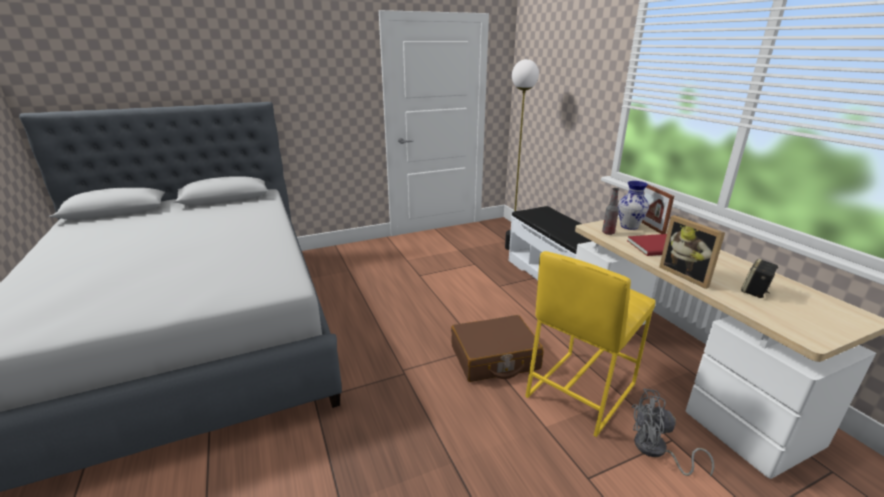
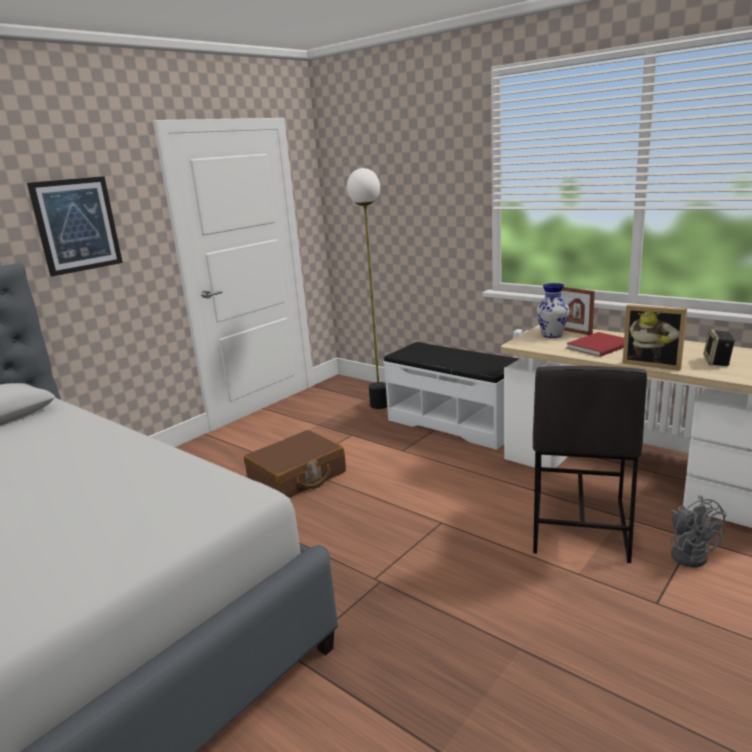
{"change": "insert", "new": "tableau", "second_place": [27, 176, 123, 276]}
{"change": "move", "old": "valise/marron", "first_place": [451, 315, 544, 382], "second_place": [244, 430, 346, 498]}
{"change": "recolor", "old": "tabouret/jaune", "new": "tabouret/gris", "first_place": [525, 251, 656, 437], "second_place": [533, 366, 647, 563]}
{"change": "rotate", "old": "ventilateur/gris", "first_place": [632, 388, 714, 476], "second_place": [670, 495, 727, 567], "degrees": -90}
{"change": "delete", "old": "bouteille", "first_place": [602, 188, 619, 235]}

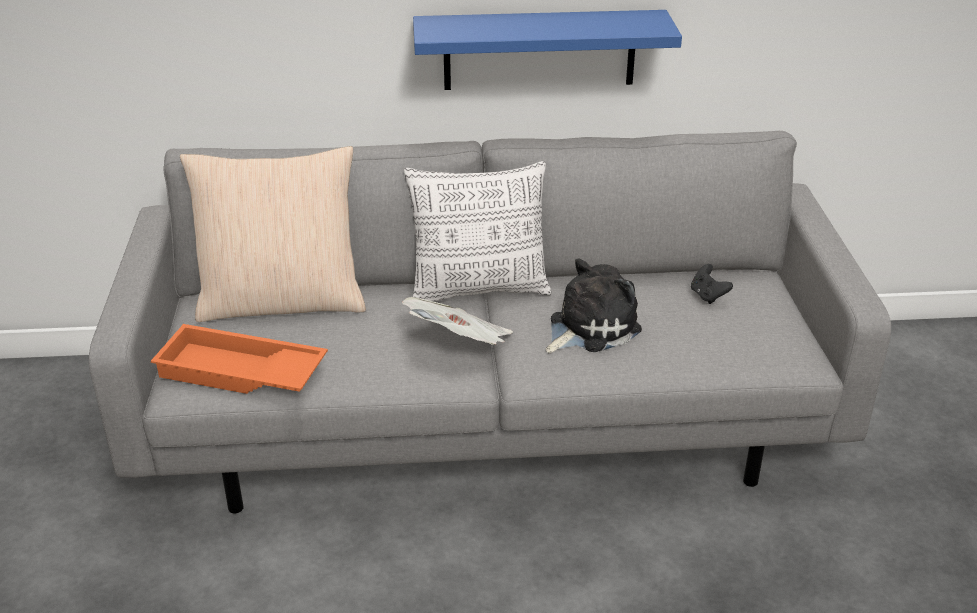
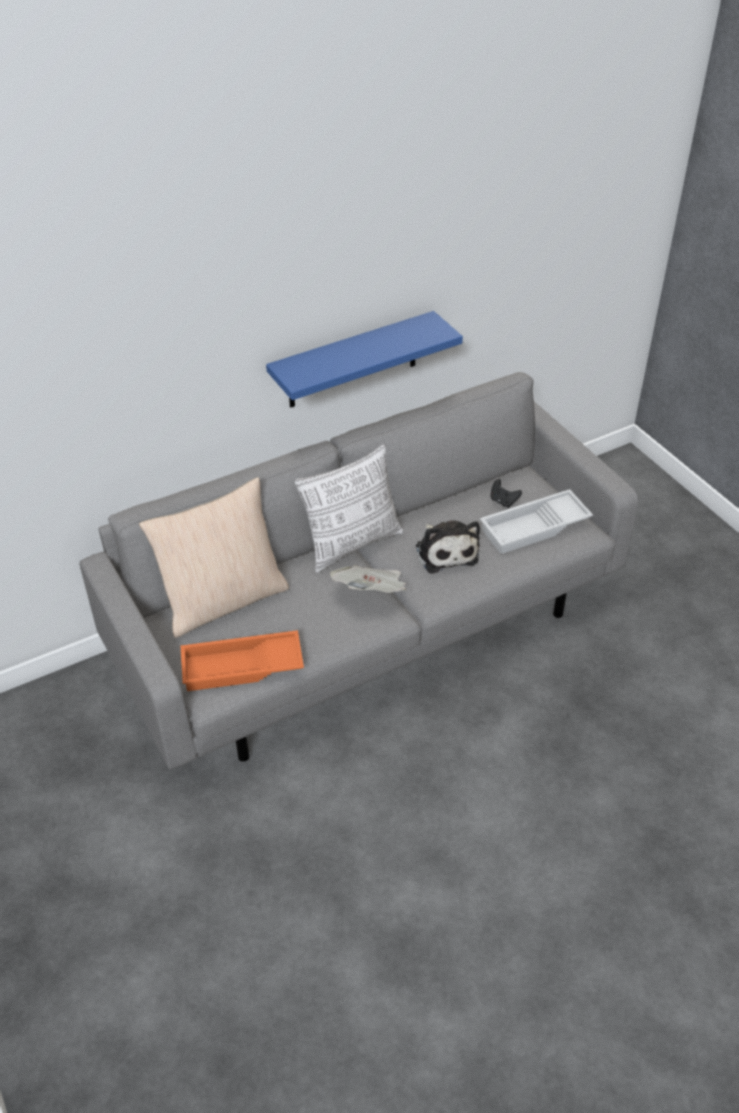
{"change": "rotate", "old": "peluche", "first_place": [546, 258, 642, 353], "second_place": [416, 520, 480, 573], "degrees": 135}
{"change": "insert", "new": "plateau/blanc", "second_place": [480, 489, 593, 554]}

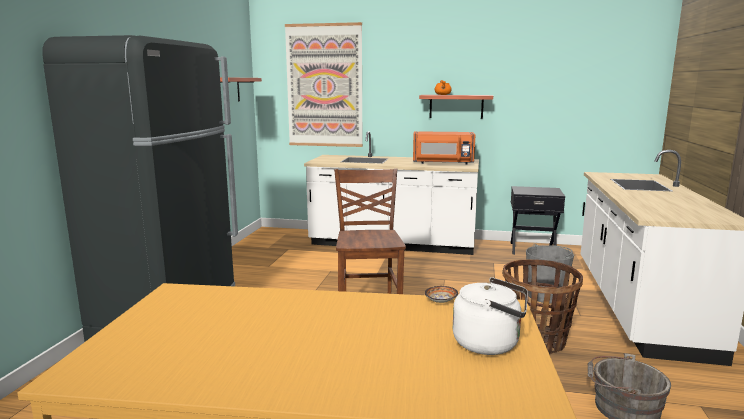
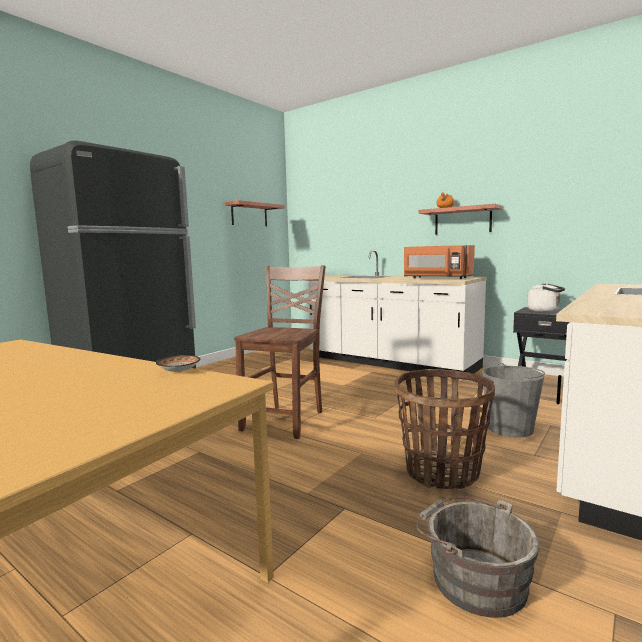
{"change": "move", "old": "bouilloire/blanc", "first_place": [453, 277, 528, 355], "second_place": [527, 283, 565, 312]}
{"change": "delete", "old": "tableau", "first_place": [285, 22, 363, 147]}

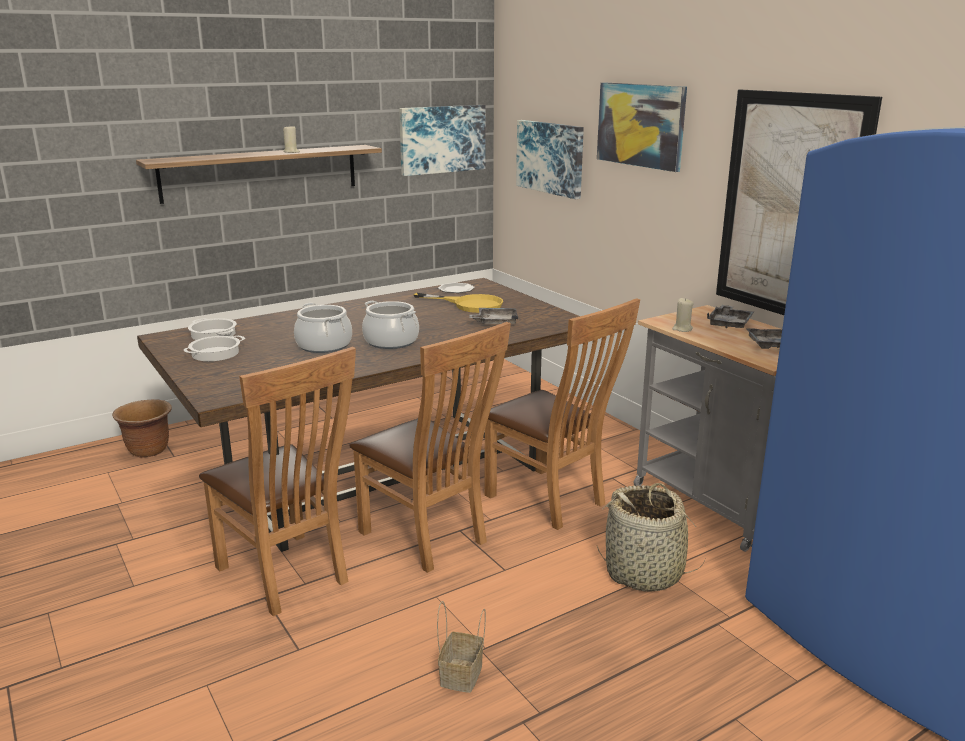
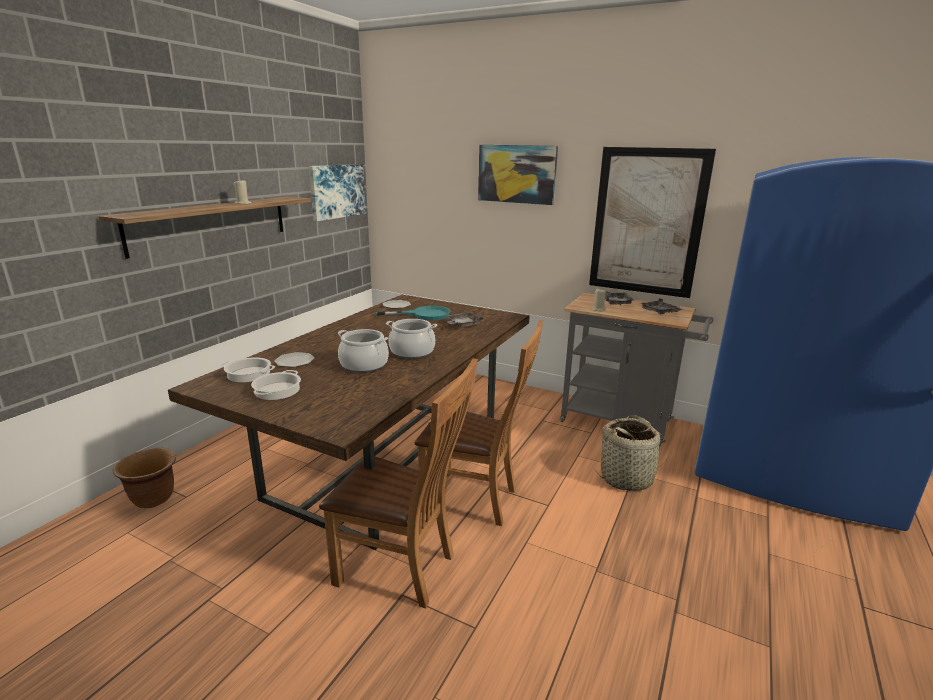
{"change": "insert", "new": "assiette", "second_place": [274, 352, 315, 367]}
{"change": "recolor", "old": "poêle/jaune", "new": "poêle/turquoise", "first_place": [414, 293, 503, 313], "second_place": [376, 306, 450, 320]}
{"change": "delete", "old": "panier", "first_place": [437, 601, 486, 693]}
{"change": "delete", "old": "chaise/marron", "first_place": [485, 298, 640, 530]}
{"change": "delete", "old": "tableau", "first_place": [516, 120, 584, 199]}

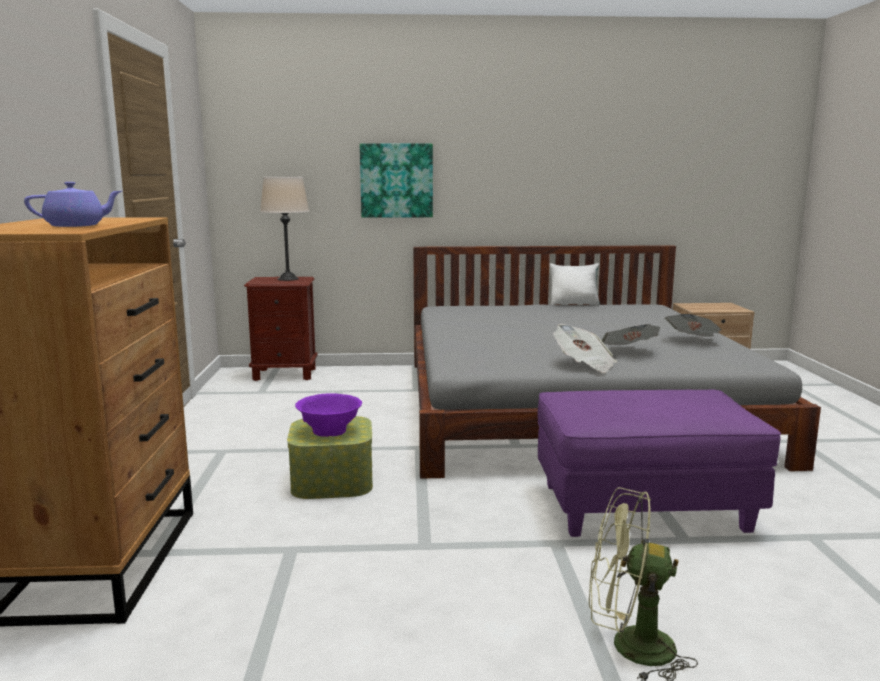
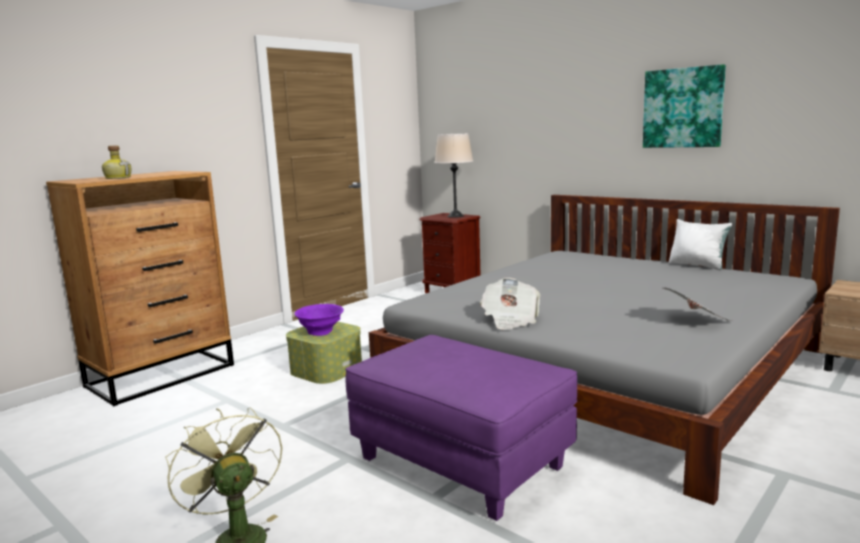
{"change": "replace", "old": "théière/violet", "new": "bouteille", "first_place": [24, 182, 122, 227], "second_place": [102, 145, 131, 179]}
{"change": "move", "old": "tableau", "first_place": [360, 143, 433, 218], "second_place": [643, 64, 726, 148]}
{"change": "delete", "old": "journal", "first_place": [601, 324, 660, 345]}

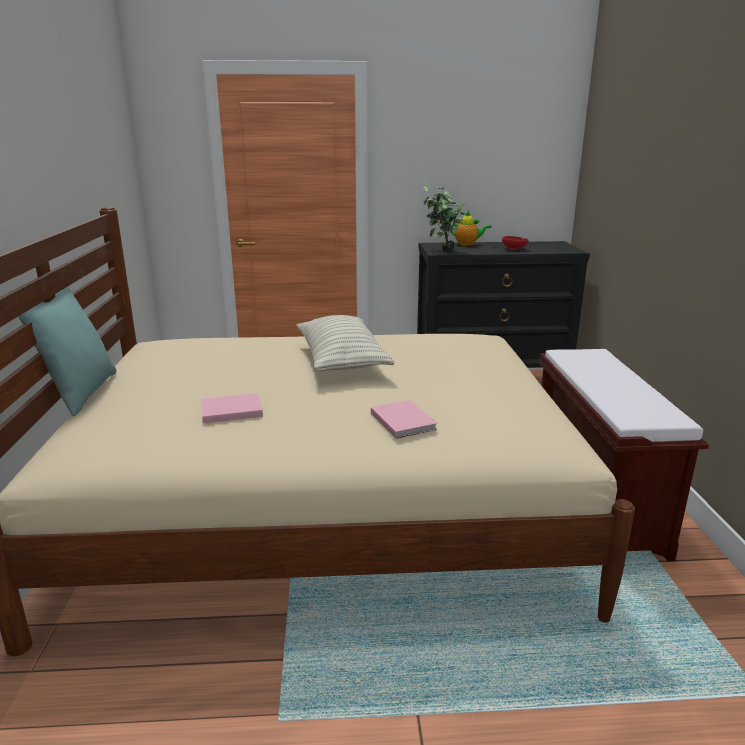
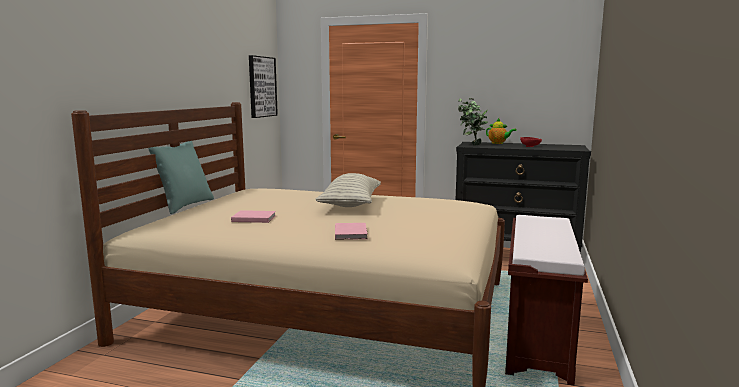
{"change": "insert", "new": "tableau", "second_place": [249, 55, 278, 118]}

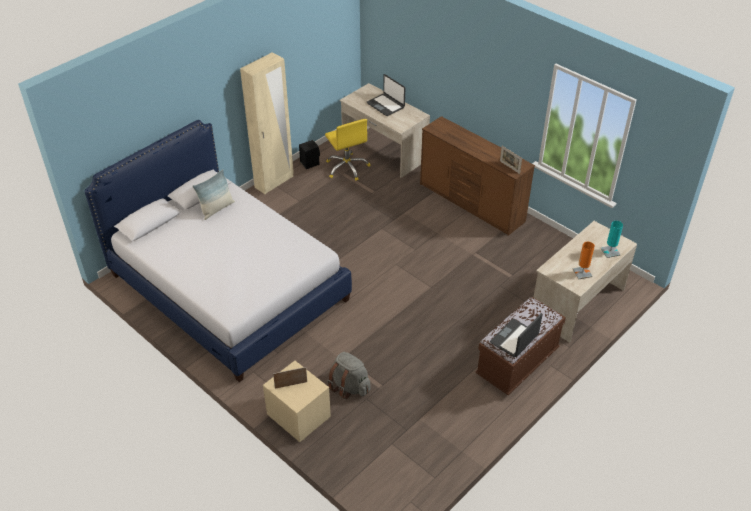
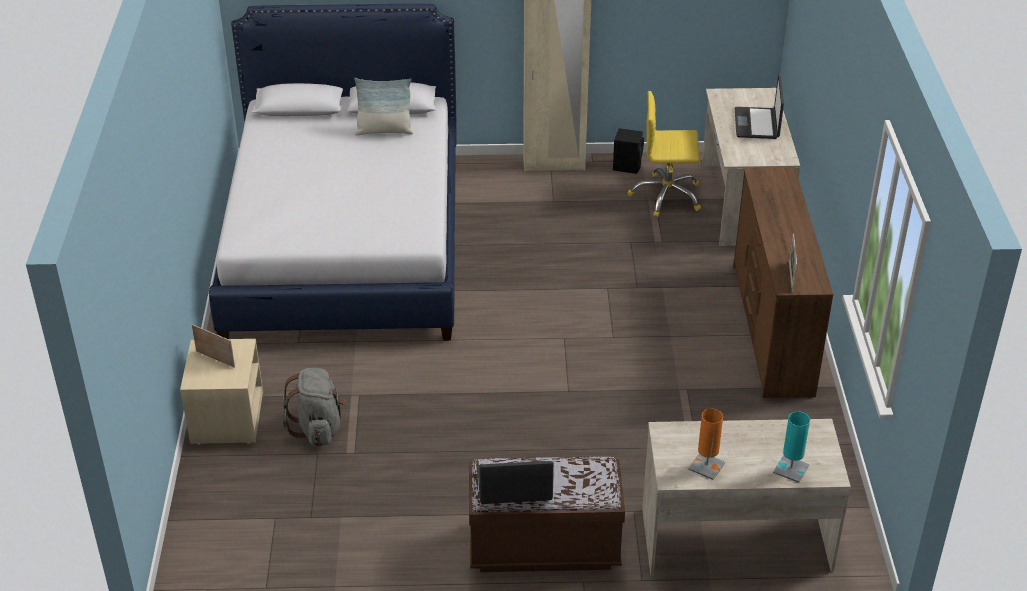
{"change": "rotate", "old": "chaise de bureau/jaune", "first_place": [325, 119, 370, 181], "second_place": [628, 91, 701, 217], "degrees": 75}

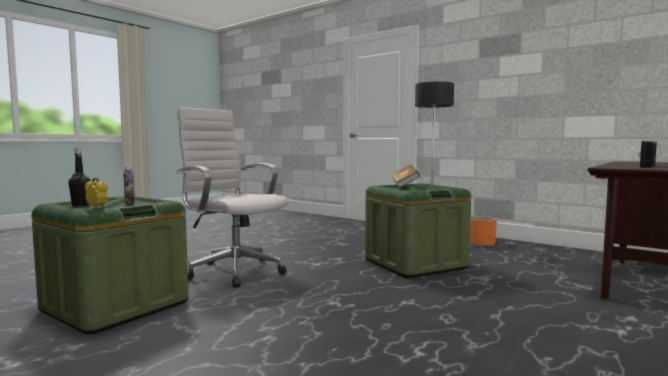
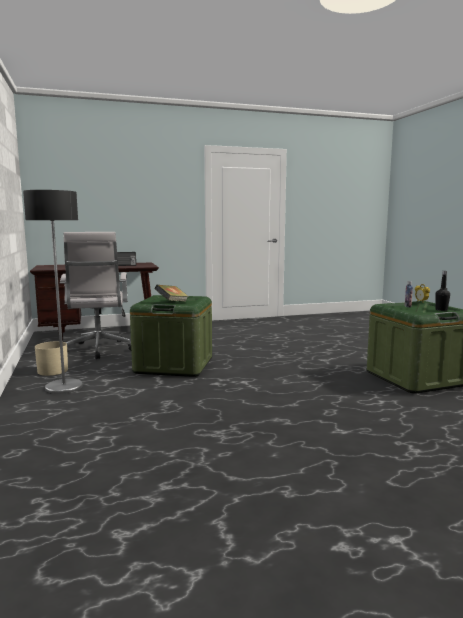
{"change": "recolor", "old": "cache-pot/orange", "new": "cache-pot/beige", "first_place": [470, 216, 497, 246], "second_place": [35, 341, 68, 376]}
{"change": "move", "old": "chaise de bureau/blanc", "first_place": [176, 107, 288, 288], "second_place": [60, 232, 131, 359]}

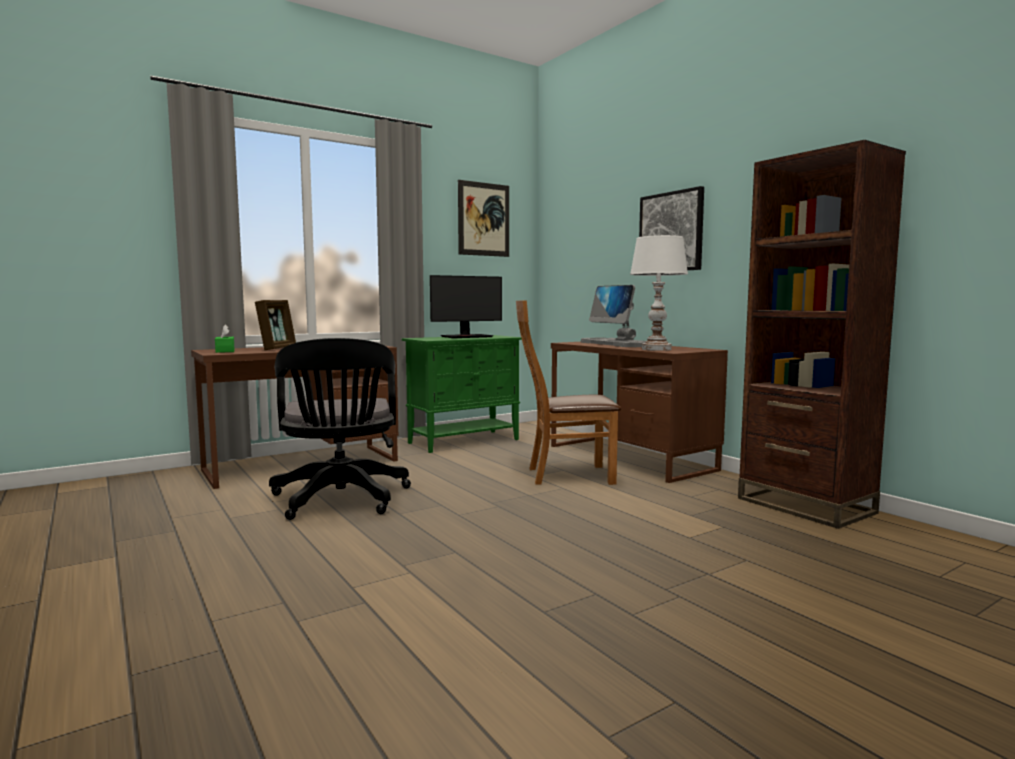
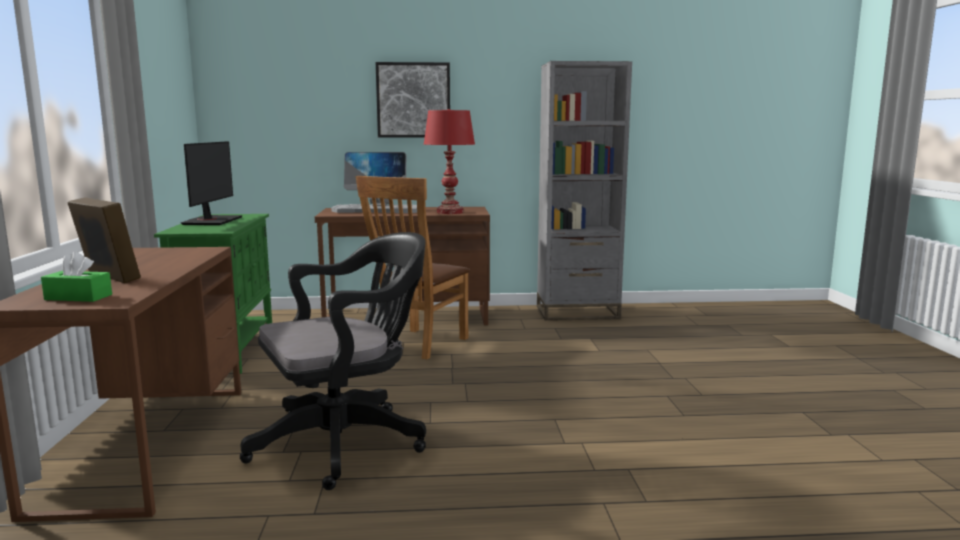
{"change": "rotate", "old": "chaise de bureau/noir", "first_place": [269, 338, 411, 520], "second_place": [240, 232, 426, 490], "degrees": -45}
{"change": "recolor", "old": "lampe de table/blanc", "new": "lampe de table/rouge", "first_place": [630, 235, 688, 351], "second_place": [424, 109, 475, 214]}
{"change": "recolor", "old": "bibliothèque/marron", "new": "bibliothèque/gris", "first_place": [738, 140, 906, 529], "second_place": [537, 61, 632, 321]}
{"change": "delete", "old": "tableau", "first_place": [458, 180, 509, 257]}

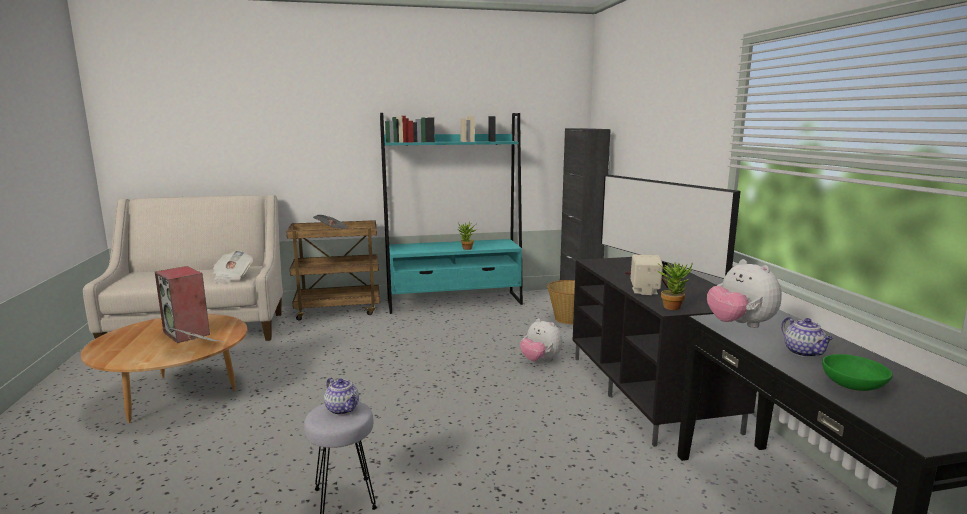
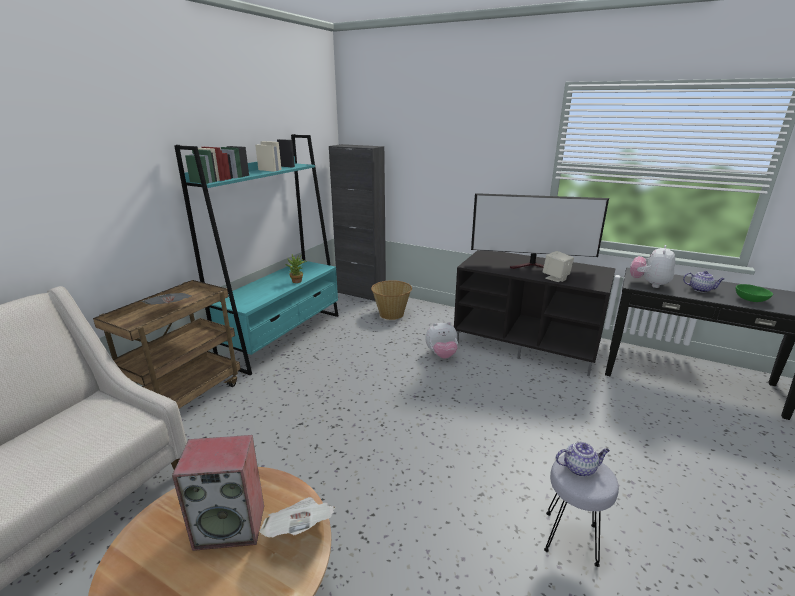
{"change": "rotate", "old": "peluche", "first_place": [707, 259, 782, 328], "second_place": [630, 245, 675, 288], "degrees": 105}
{"change": "delete", "old": "journal", "first_place": [212, 251, 253, 283]}
{"change": "delete", "old": "plante en pot", "first_place": [657, 262, 693, 310]}

